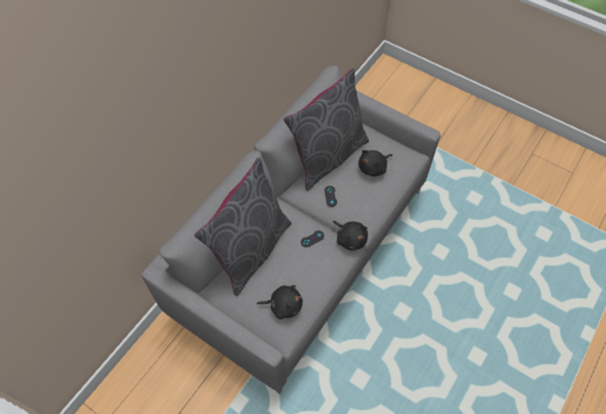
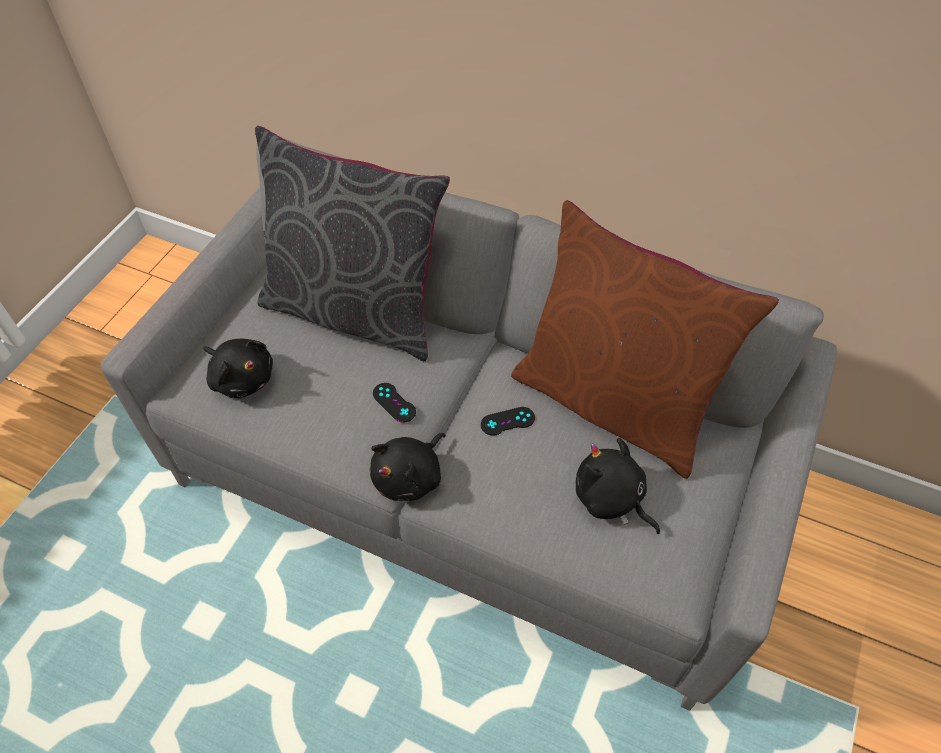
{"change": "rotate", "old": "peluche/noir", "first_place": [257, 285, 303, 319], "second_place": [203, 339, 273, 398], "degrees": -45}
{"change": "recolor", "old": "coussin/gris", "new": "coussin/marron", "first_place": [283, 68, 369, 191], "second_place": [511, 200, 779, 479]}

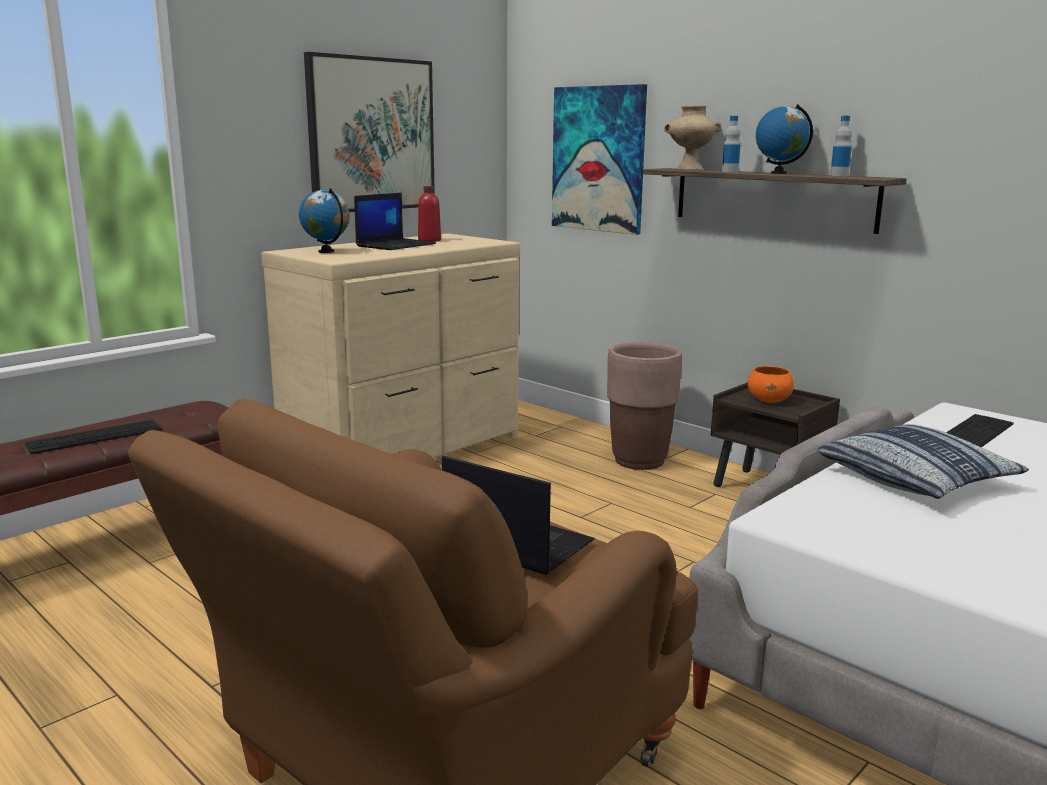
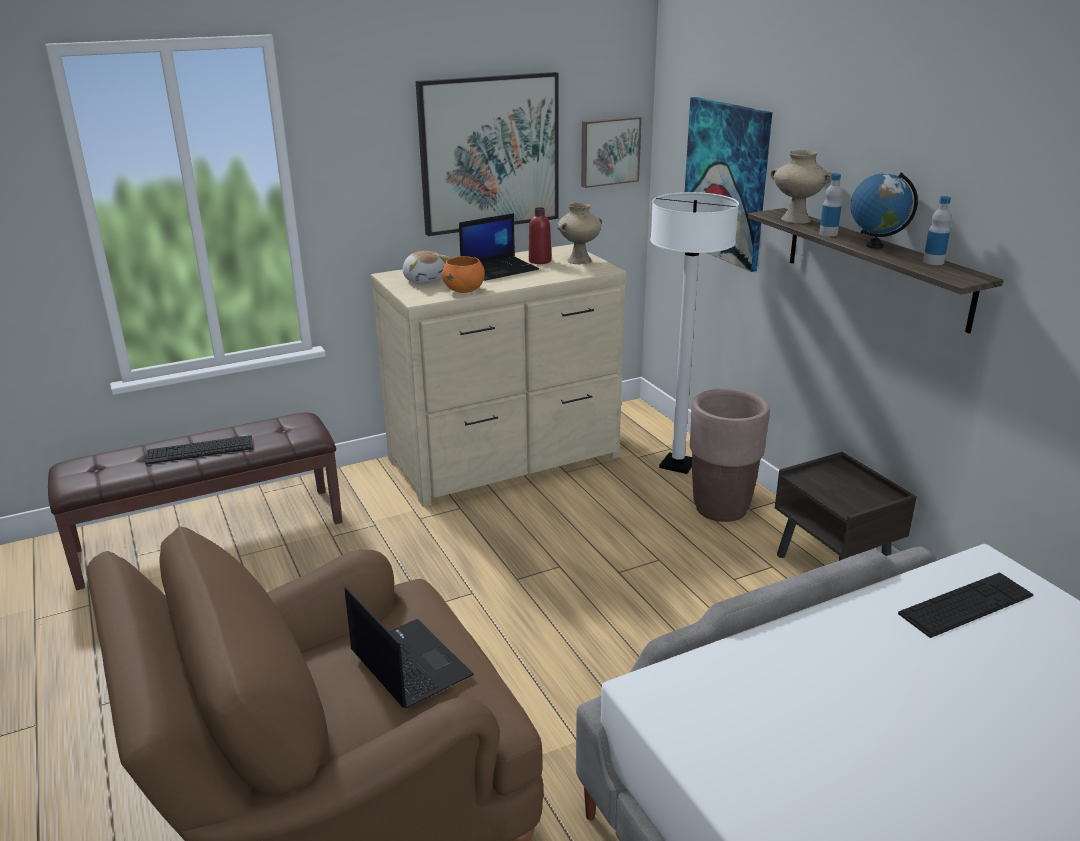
{"change": "replace", "old": "globe", "new": "peluche", "first_place": [299, 188, 349, 253], "second_place": [403, 251, 450, 284]}
{"change": "move", "old": "bol/orange", "first_place": [748, 366, 794, 403], "second_place": [442, 256, 485, 293]}
{"change": "insert", "new": "vase/beige", "second_place": [557, 202, 602, 264]}
{"change": "insert", "new": "tableau", "second_place": [581, 116, 642, 188]}
{"change": "insert", "new": "lampadaire/blanc", "second_place": [650, 192, 739, 474]}
{"change": "delete", "old": "coussin", "first_place": [818, 424, 1029, 499]}

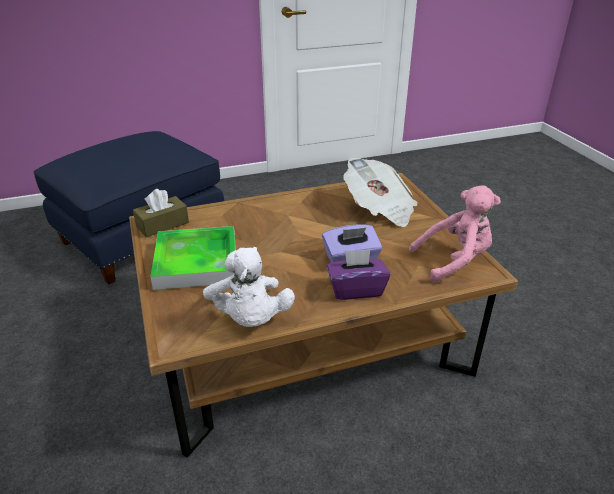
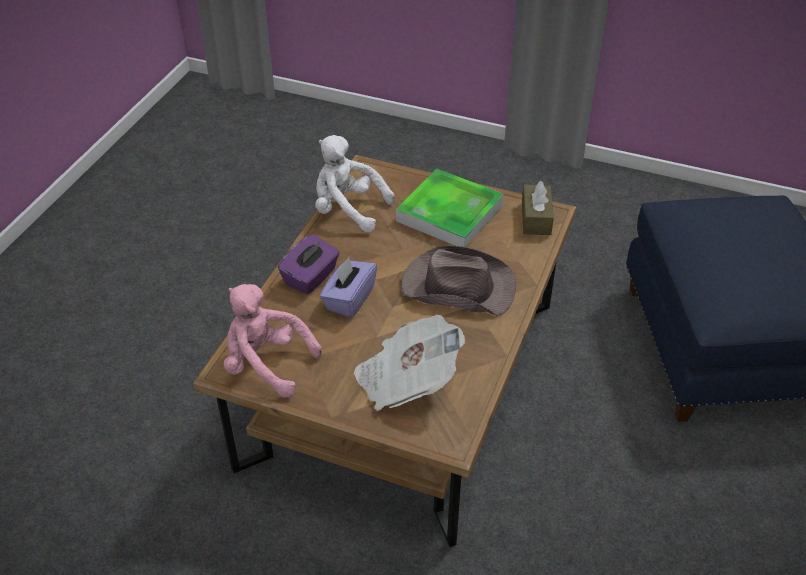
{"change": "rotate", "old": "peluche/rose", "first_place": [409, 185, 501, 283], "second_place": [224, 284, 322, 397], "degrees": 90}
{"change": "insert", "new": "chapeau/marron", "second_place": [401, 245, 516, 316]}

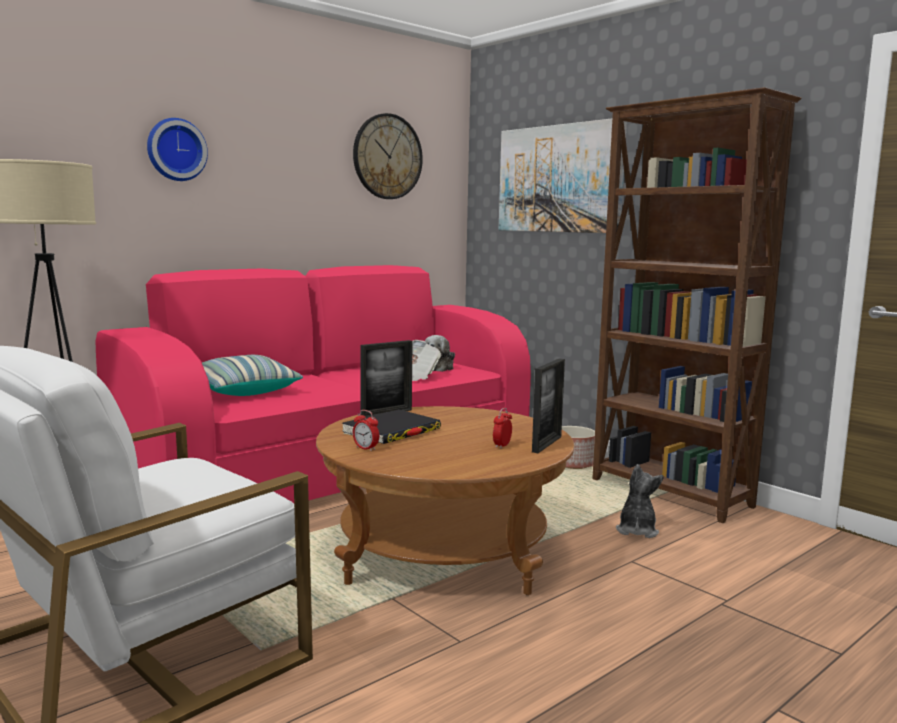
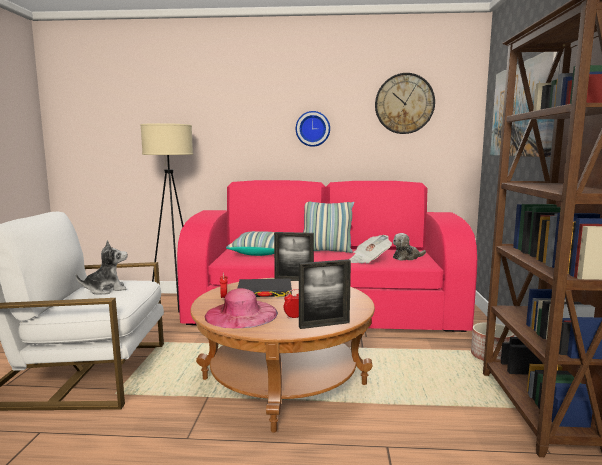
{"change": "move", "old": "peluche", "first_place": [616, 464, 664, 538], "second_place": [76, 240, 127, 295]}
{"change": "insert", "new": "chapeau/rose", "second_place": [205, 288, 278, 329]}
{"change": "move", "old": "horloge murale", "first_place": [147, 118, 208, 181], "second_place": [296, 111, 330, 147]}
{"change": "insert", "new": "coussin", "second_place": [303, 202, 354, 253]}

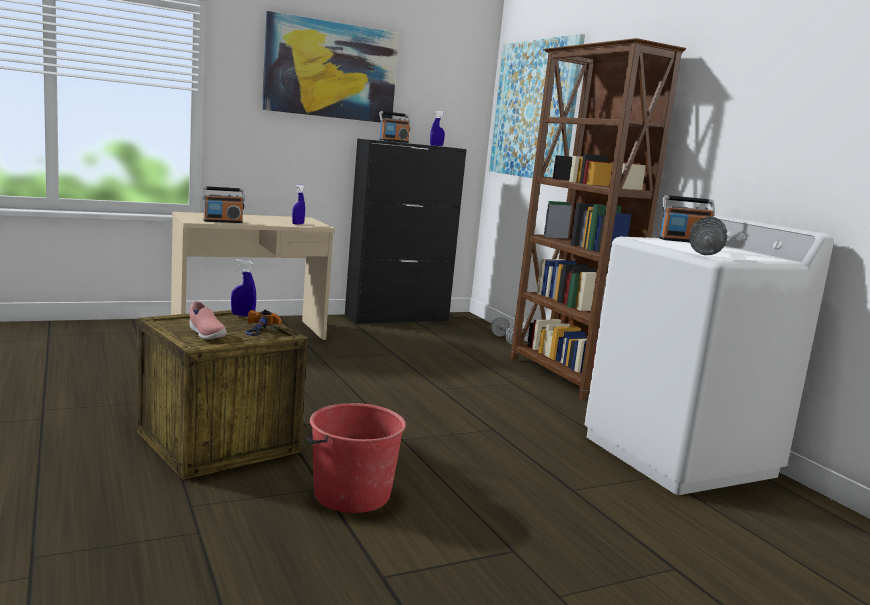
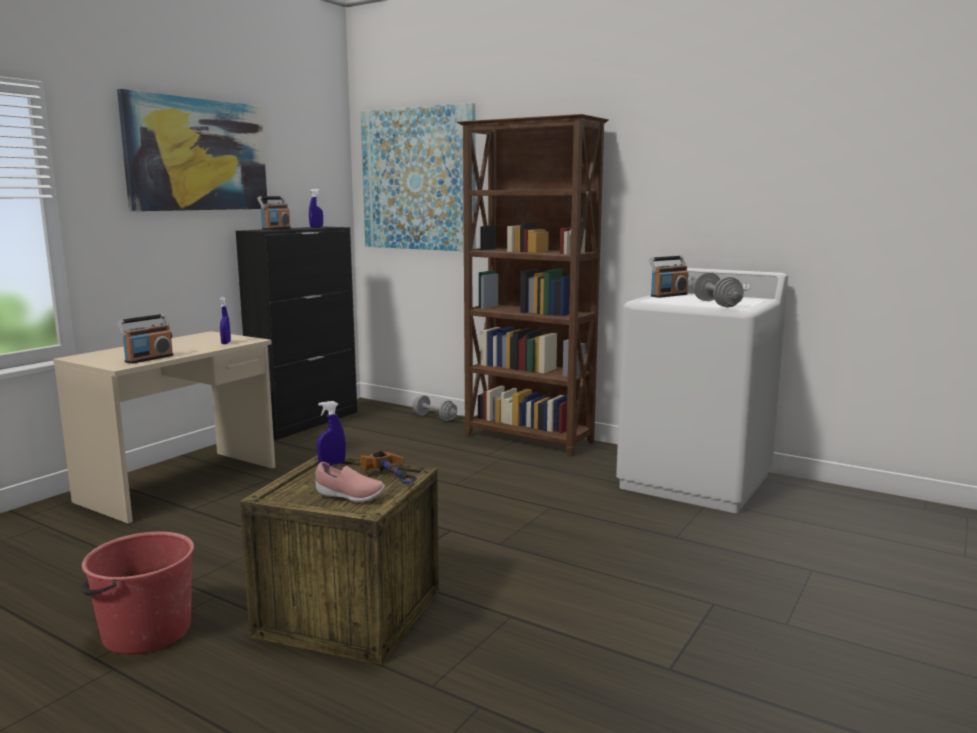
{"change": "move", "old": "seau/rouge", "first_place": [306, 403, 406, 513], "second_place": [82, 531, 194, 654]}

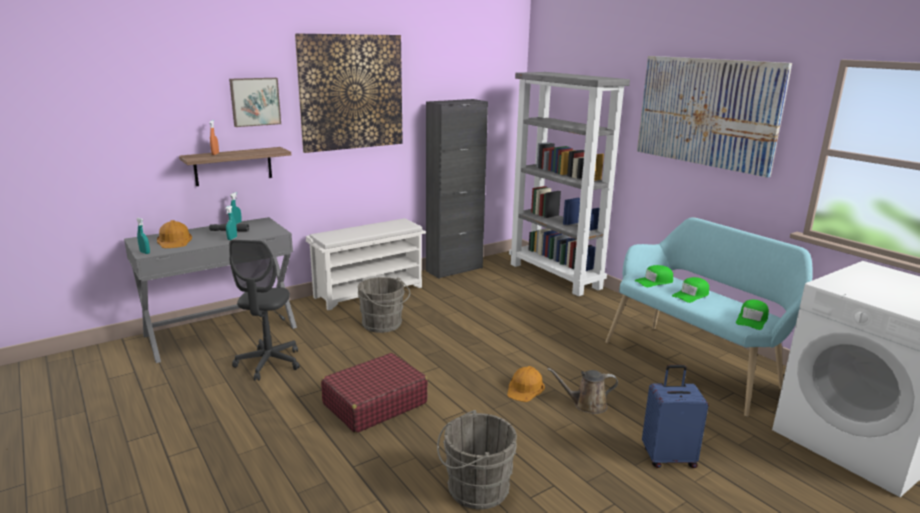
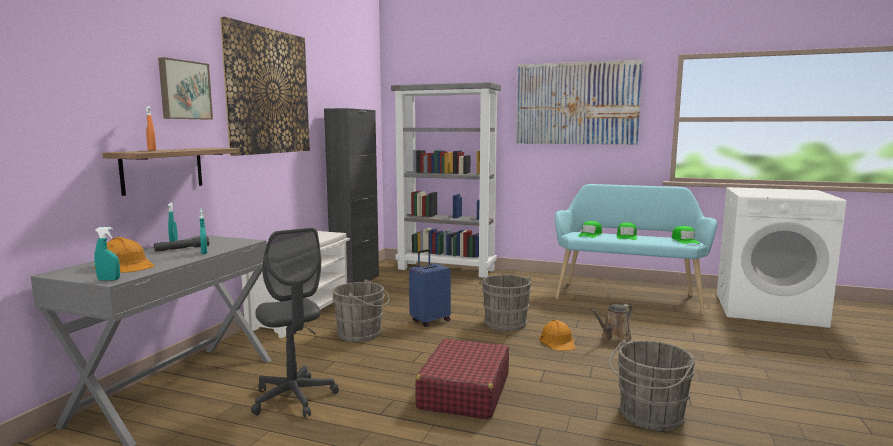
{"change": "move", "old": "valise/bleu", "first_place": [642, 365, 709, 468], "second_place": [409, 249, 451, 327]}
{"change": "insert", "new": "seau/gris", "second_place": [479, 275, 532, 331]}

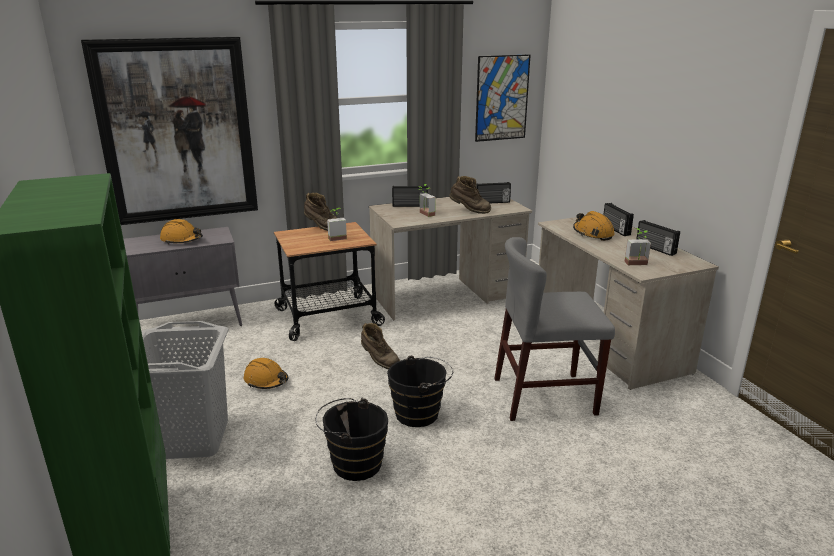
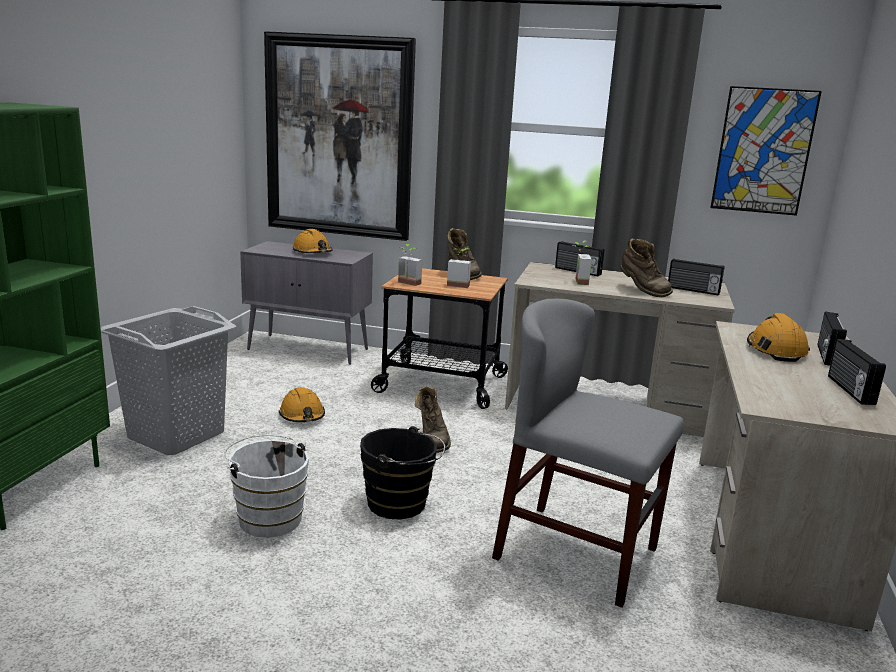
{"change": "recolor", "old": "seau/noir", "new": "seau/blanc", "first_place": [316, 398, 388, 481], "second_place": [224, 435, 309, 538]}
{"change": "move", "old": "plante en pot", "first_place": [625, 228, 651, 265], "second_place": [398, 244, 422, 286]}

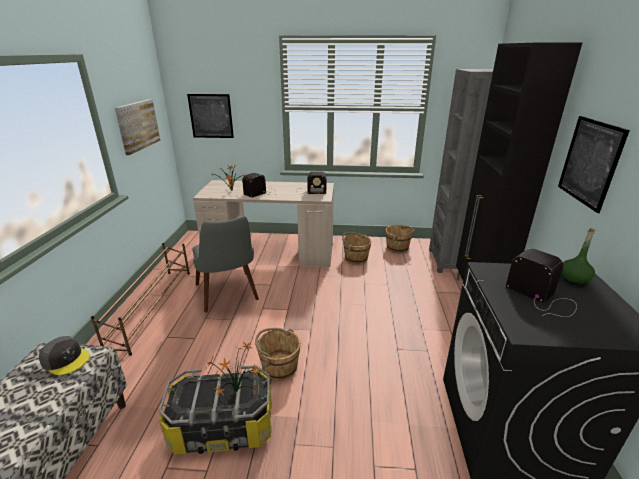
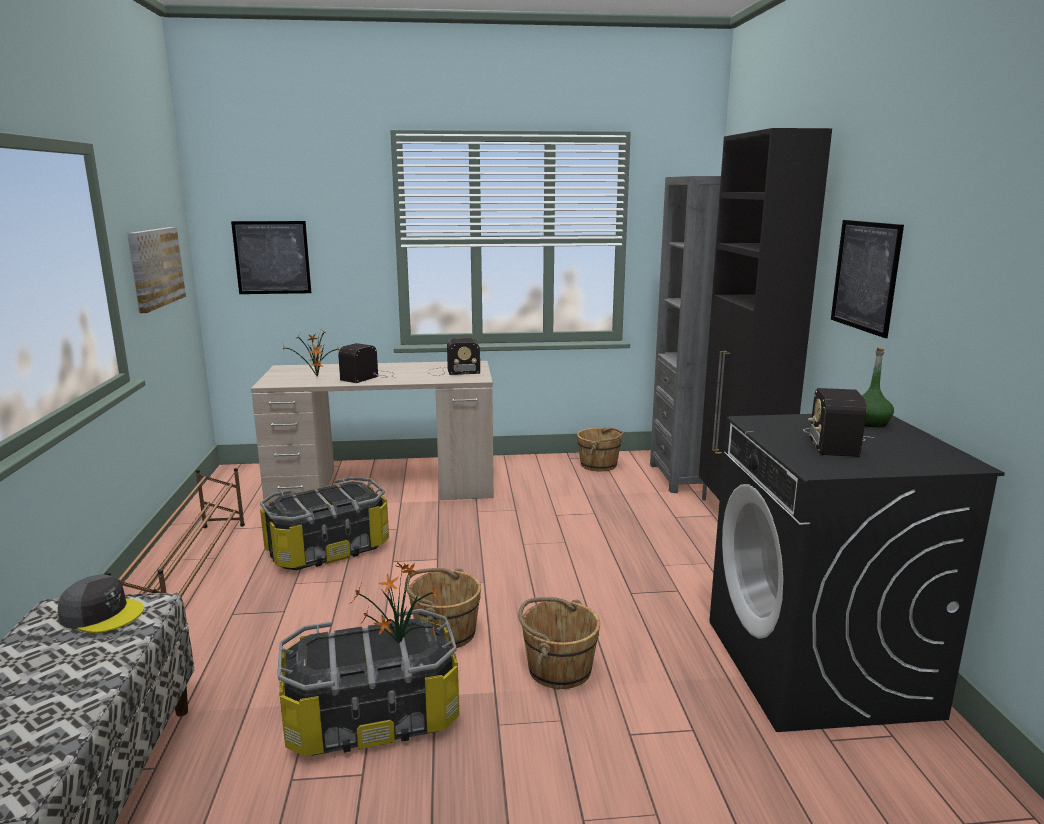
{"change": "replace", "old": "chaise/gris", "new": "boîte de rangement", "first_place": [192, 216, 259, 312], "second_place": [260, 477, 389, 570]}
{"change": "move", "old": "seau/marron", "first_place": [342, 232, 372, 264], "second_place": [518, 597, 600, 689]}
{"change": "rotate", "old": "radio", "first_place": [506, 248, 577, 317], "second_place": [803, 388, 875, 457], "degrees": -120}

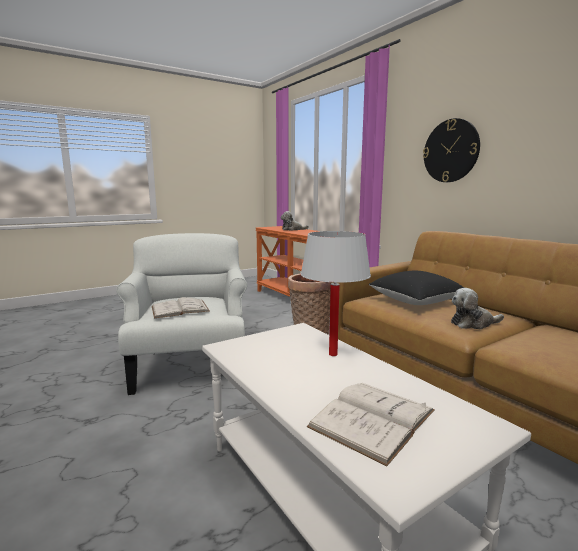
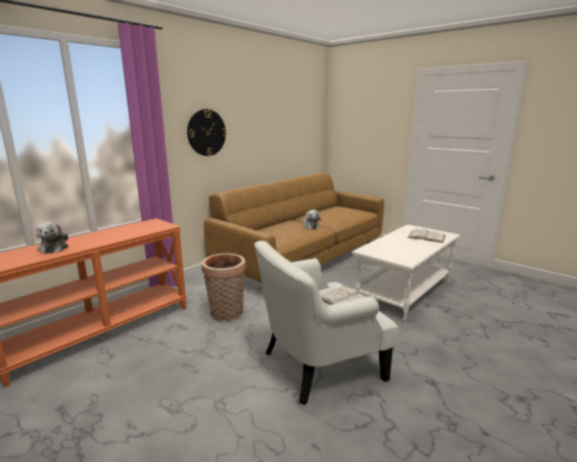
{"change": "delete", "old": "lampe de table/blanc", "first_place": [300, 231, 371, 356]}
{"change": "delete", "old": "coussin/noir", "first_place": [369, 271, 464, 305]}

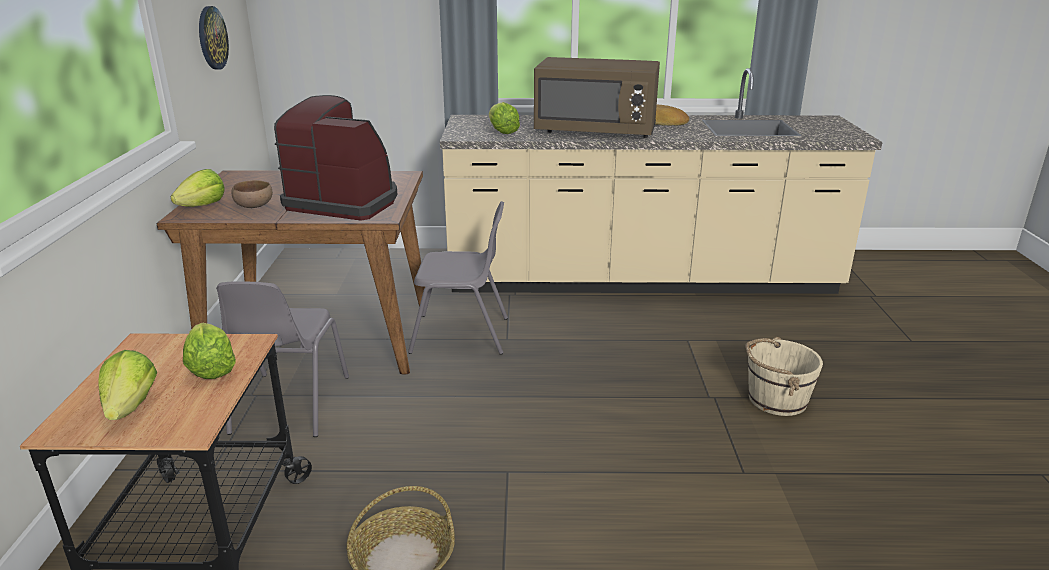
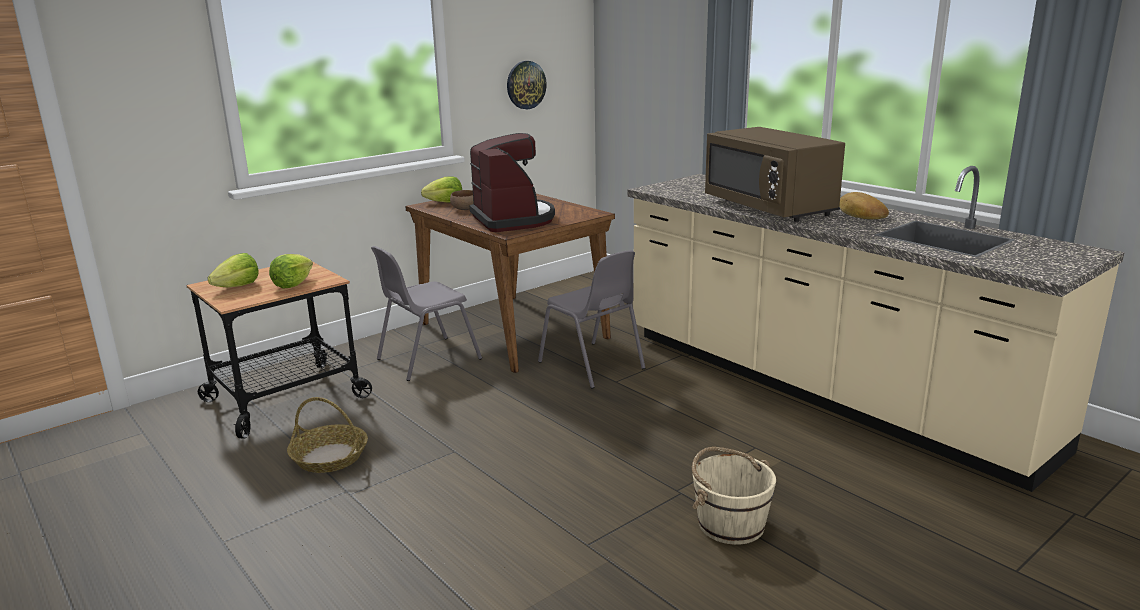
{"change": "delete", "old": "laitue", "first_place": [489, 102, 520, 134]}

